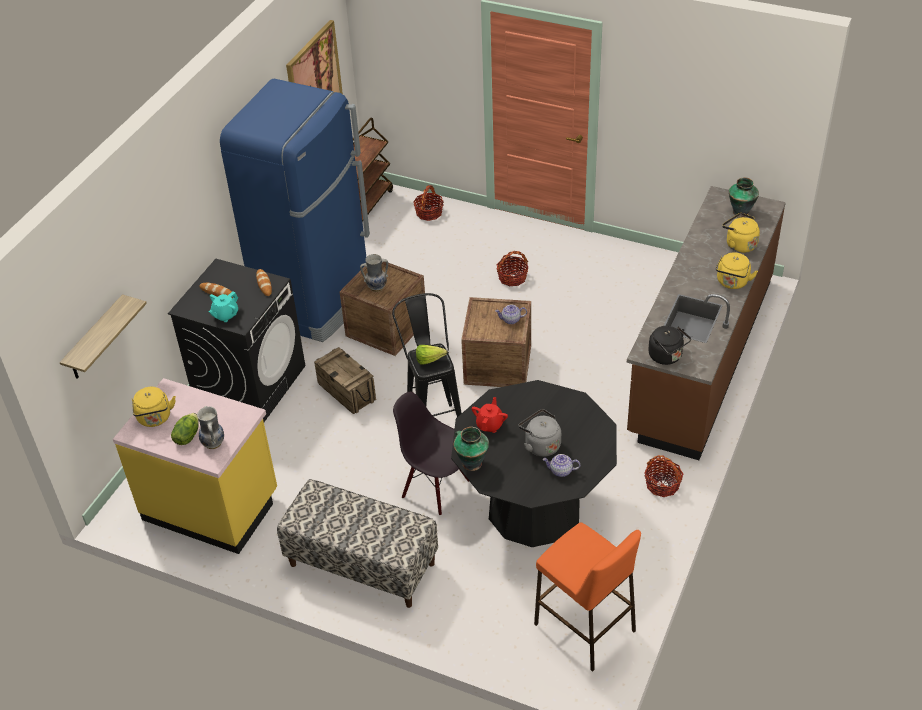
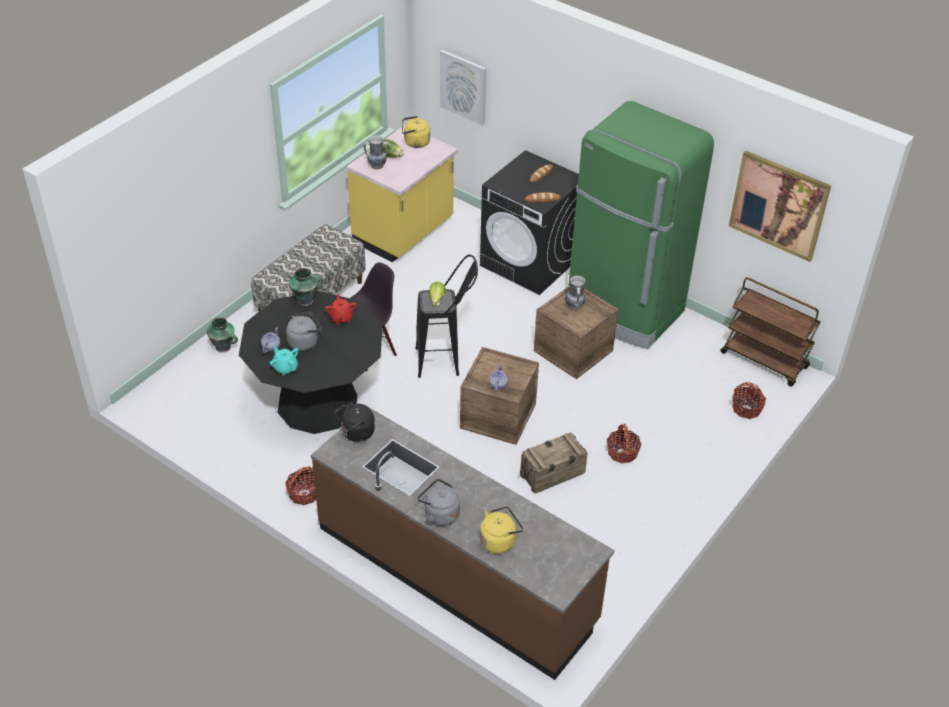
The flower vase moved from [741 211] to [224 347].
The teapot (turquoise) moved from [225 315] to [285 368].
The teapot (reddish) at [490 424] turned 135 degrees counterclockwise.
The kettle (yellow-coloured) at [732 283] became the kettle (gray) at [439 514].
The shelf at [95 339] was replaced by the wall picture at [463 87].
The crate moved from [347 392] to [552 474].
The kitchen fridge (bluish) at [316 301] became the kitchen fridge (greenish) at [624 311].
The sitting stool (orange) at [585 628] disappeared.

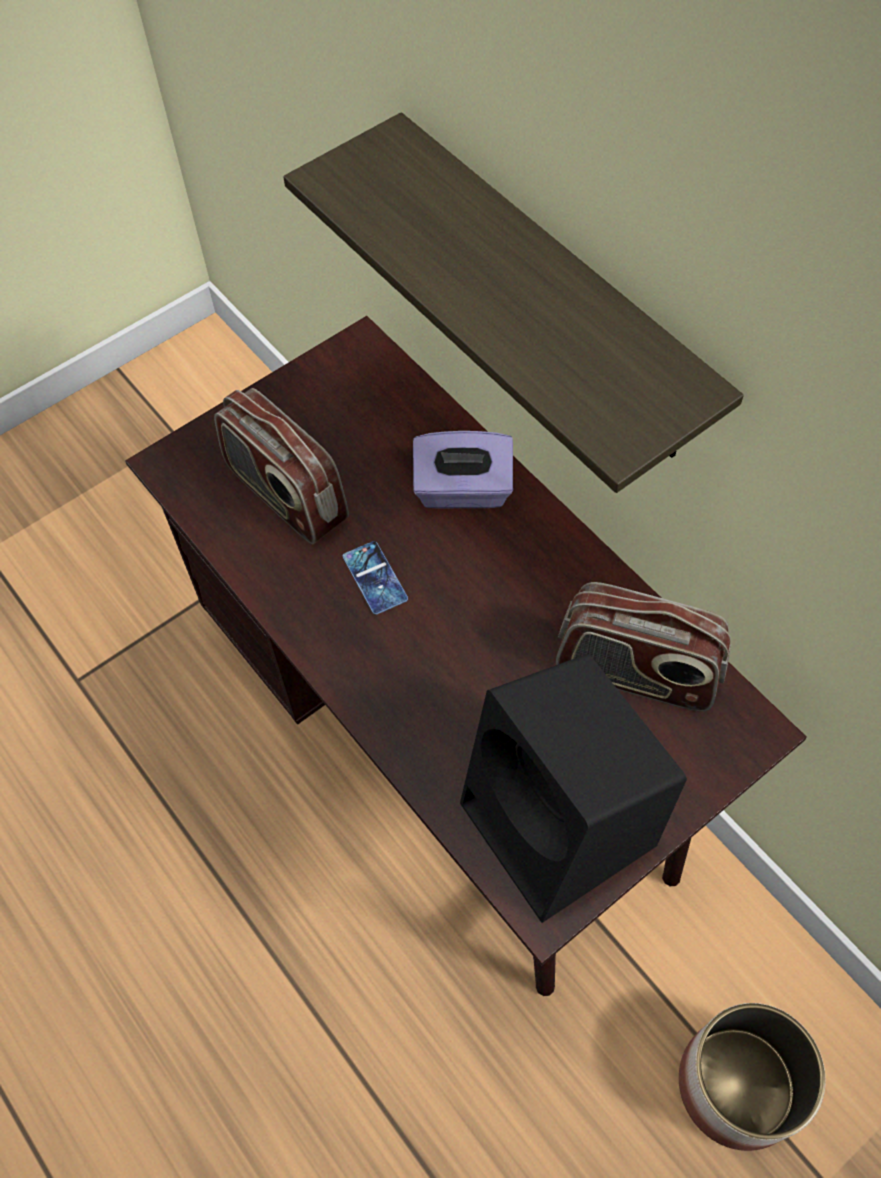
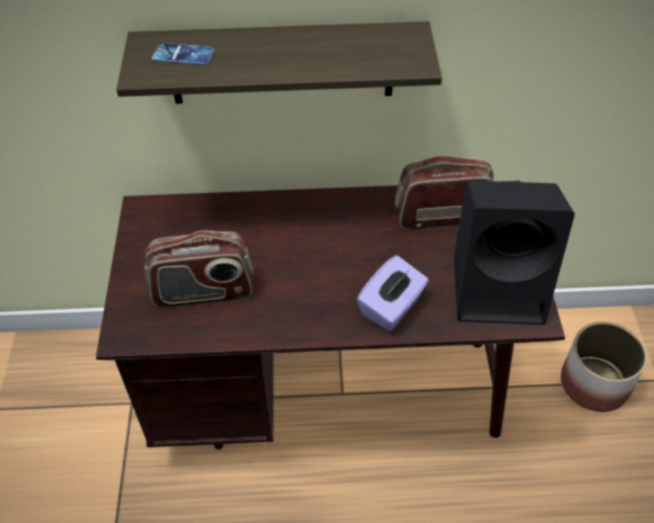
The handset moved from [375 578] to [183 54].
The box of tissues (purple-coloured) moved from [463 490] to [392 307].
The radio receiver at [635 673] turned 150 degrees counterclockwise.

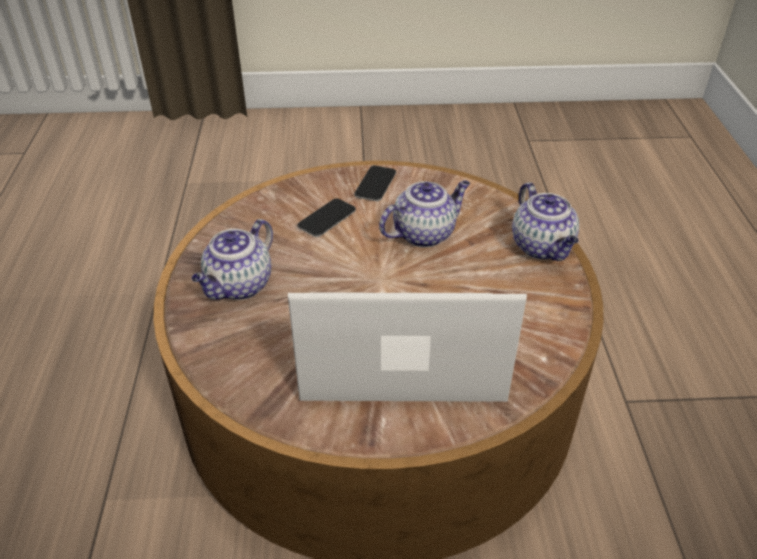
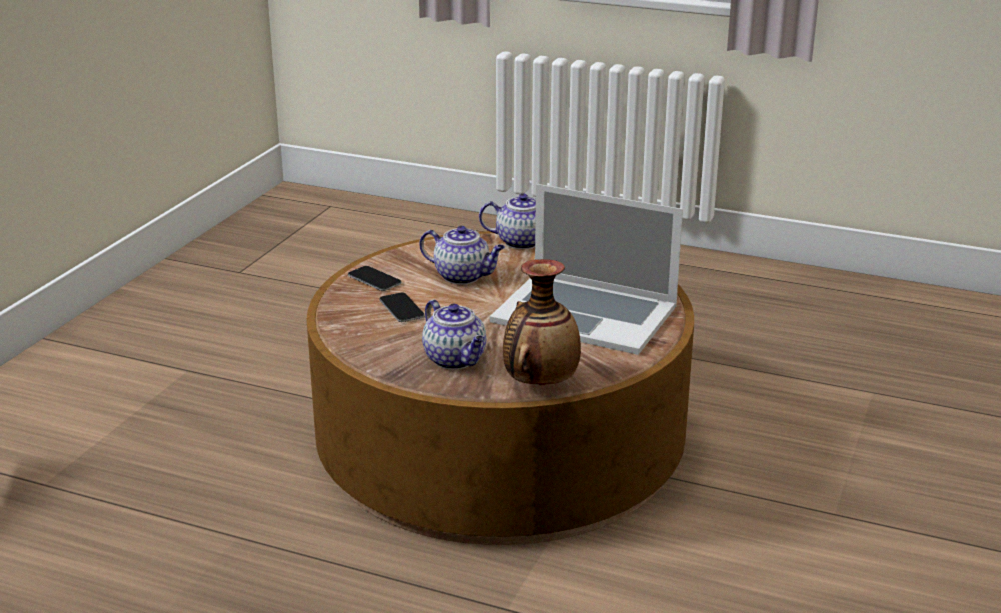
The teapot at [424 233] turned 120 degrees clockwise.
The notebook computer at [402 348] turned 90 degrees counterclockwise.
The flower vase at [540 383] appeared.

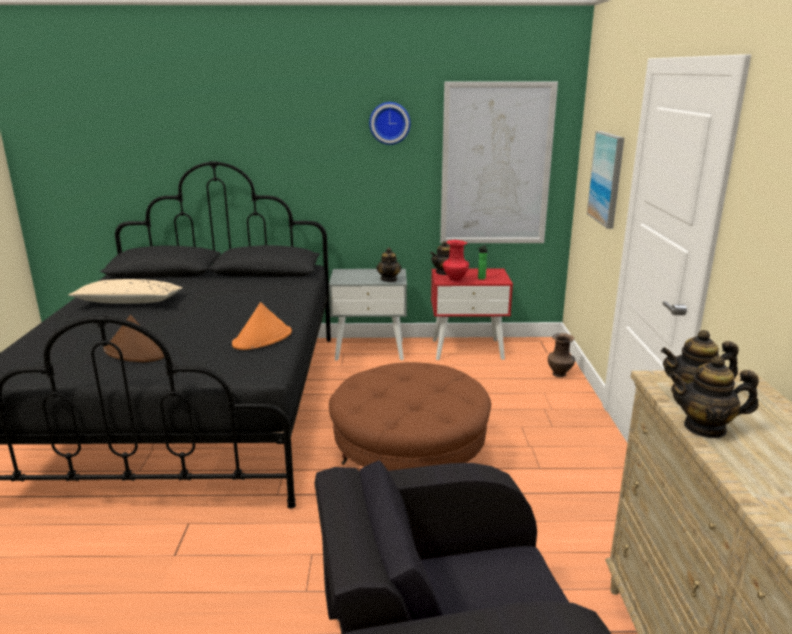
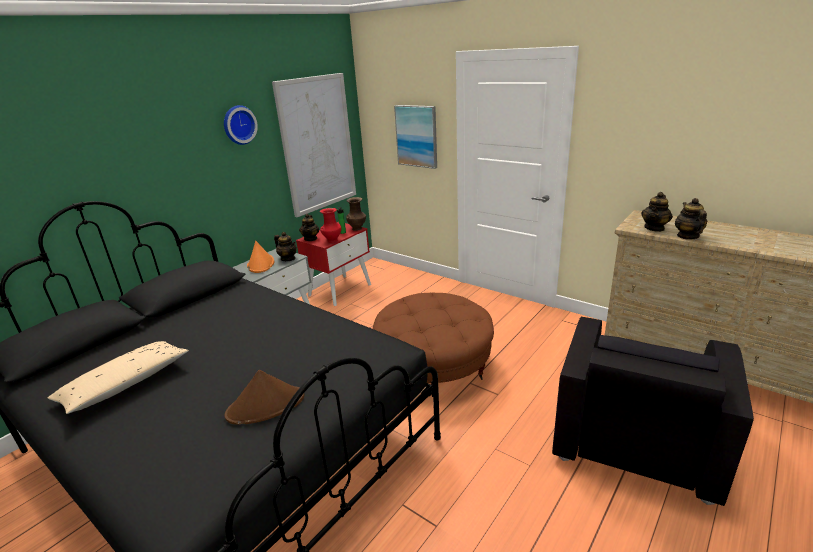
The wearable hat (orange) moved from [263 339] to [260 264].
The flower vase (brown) moved from [560 374] to [357 228].
The teapot at [705 428] turned 135 degrees clockwise.

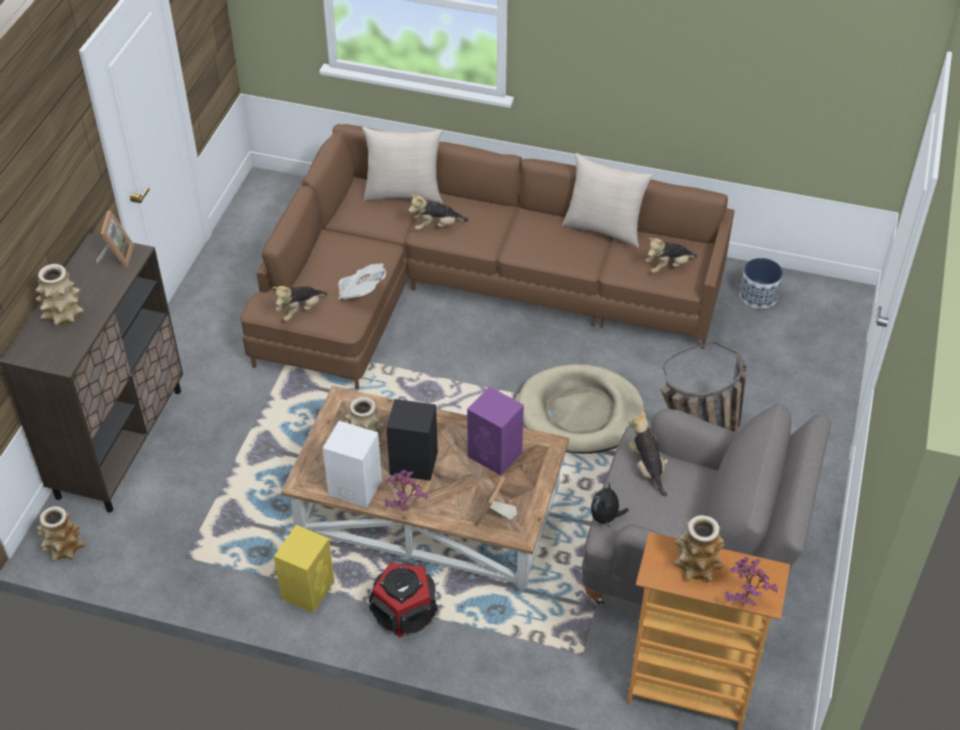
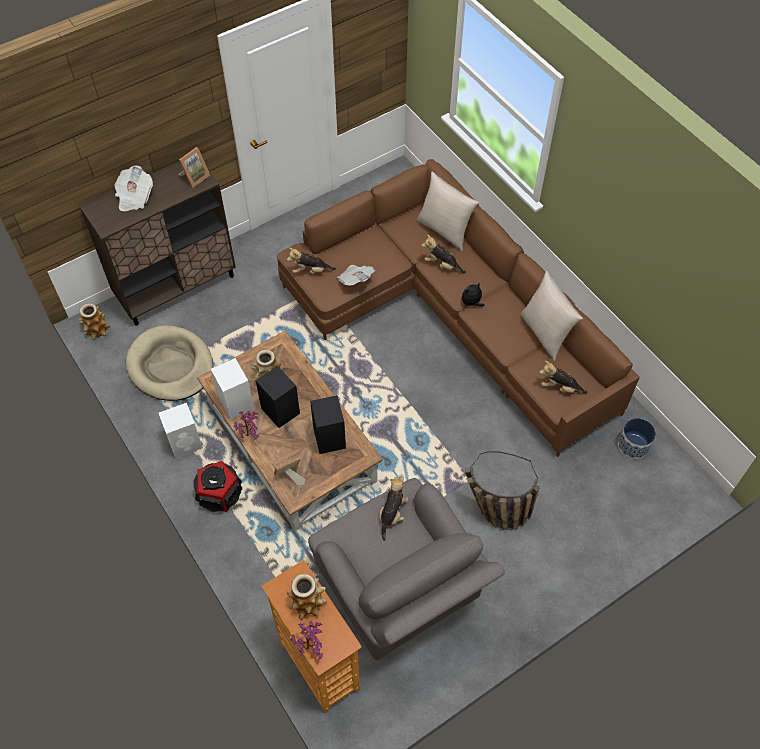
The flower vase at [63 314] was replaced by the printed paper at [134 197].
The dog bed (beige-coloured) moved from [580 413] to [170 366].
The speaker (yellow-coloured) at [308 589] became the speaker (whitish) at [186 442].
The speaker (purple-coloured) at [496 455] became the speaker (black-coloured) at [329 439].
The soft toy moved from [606 518] to [471 303].

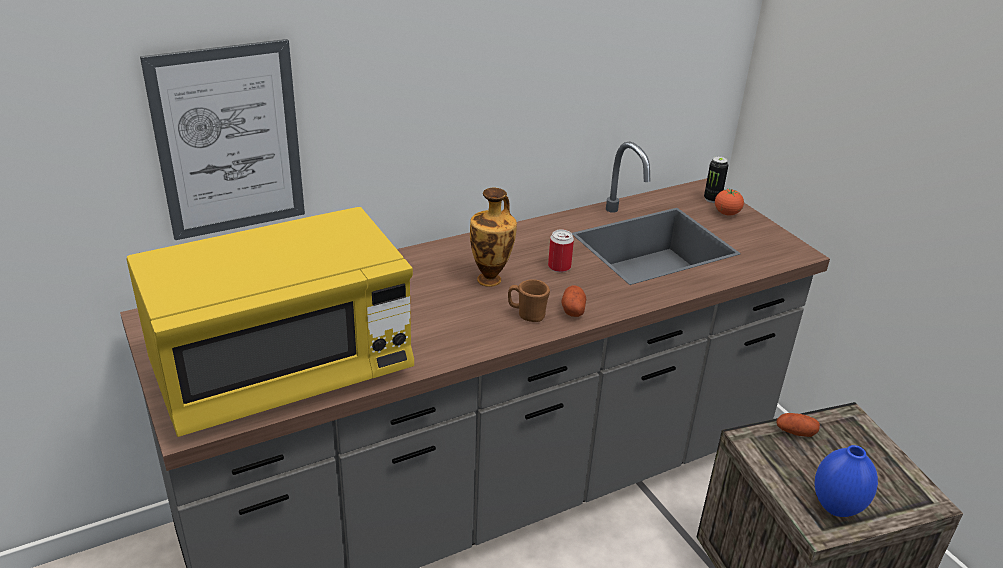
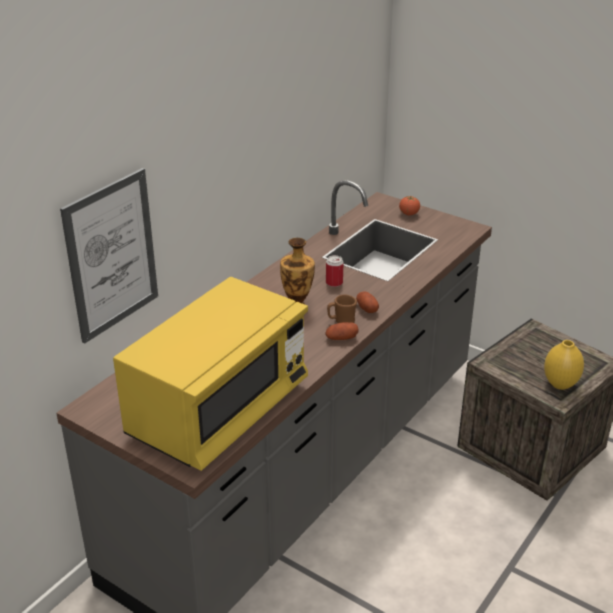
The whole potato moved from [795 432] to [341 338].
The flower vase (bluish) at [835 507] became the flower vase (yellow-coloured) at [559 384].
The metal can at [712 199] disappeared.

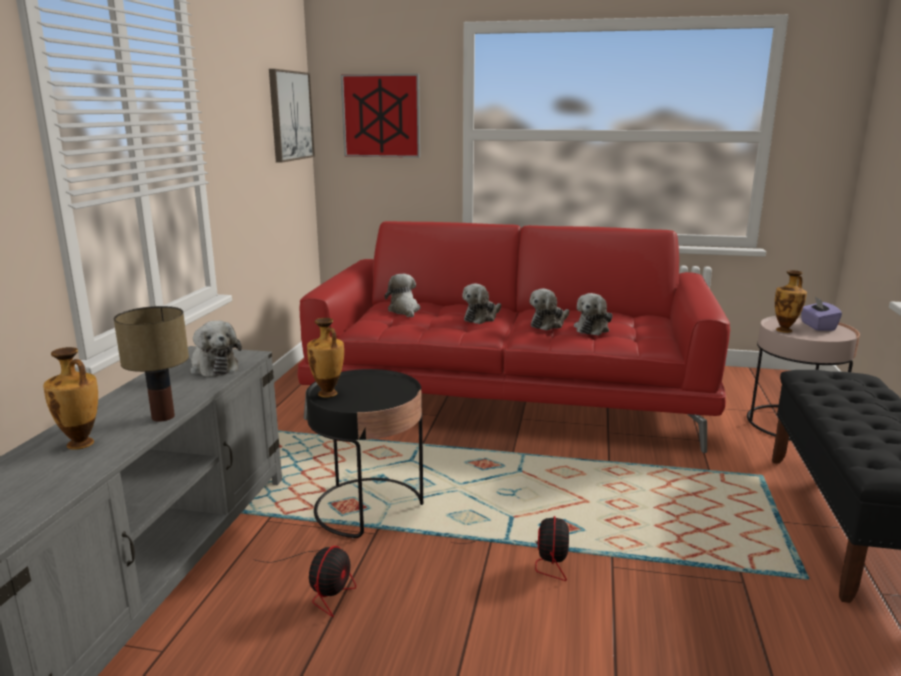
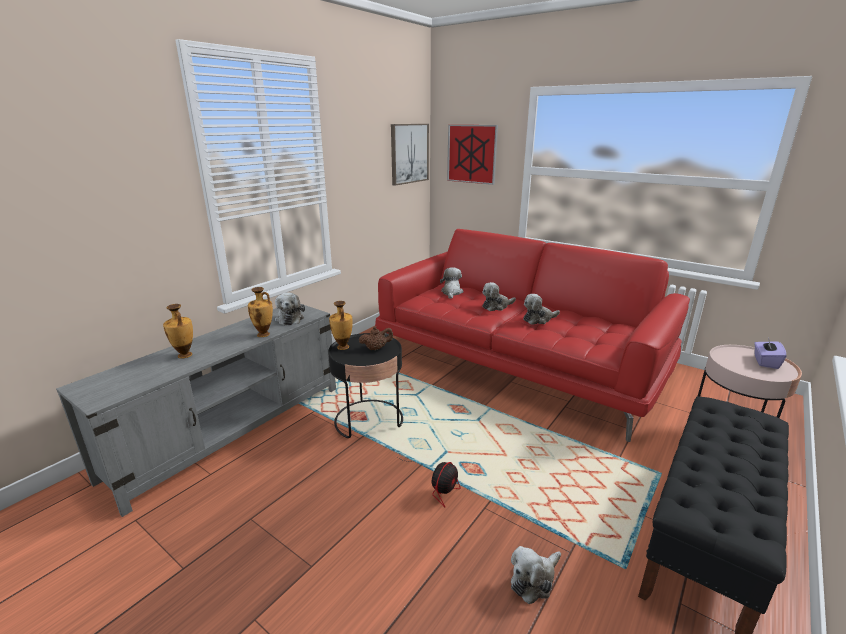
The flower vase moved from [785 330] to [264 334].
The teapot (brown) at [376 348] appeared.
The soft toy moved from [592 328] to [534 580].
The tabletop lamp at [164 417] disappeared.
The fan at [324 585] disappeared.

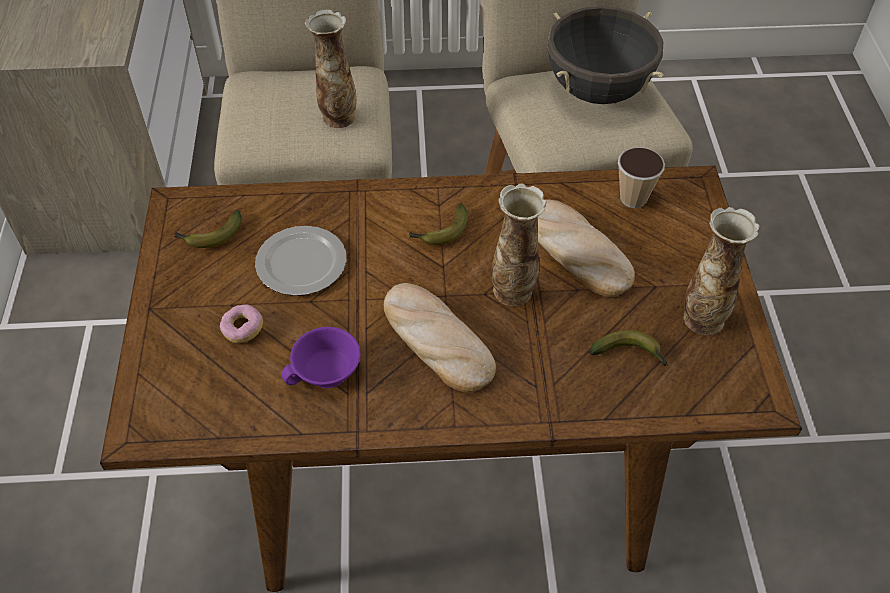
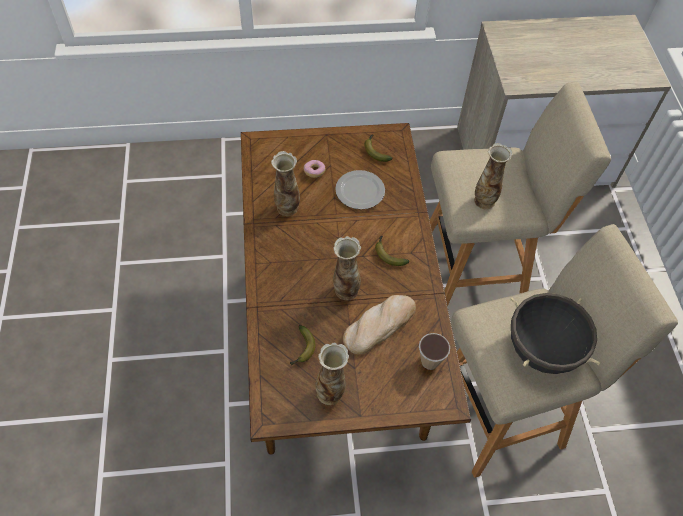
The cup (purple-coloured) at [326 374] was replaced by the flower vase at [287 208].
The bread at [436 340] disappeared.

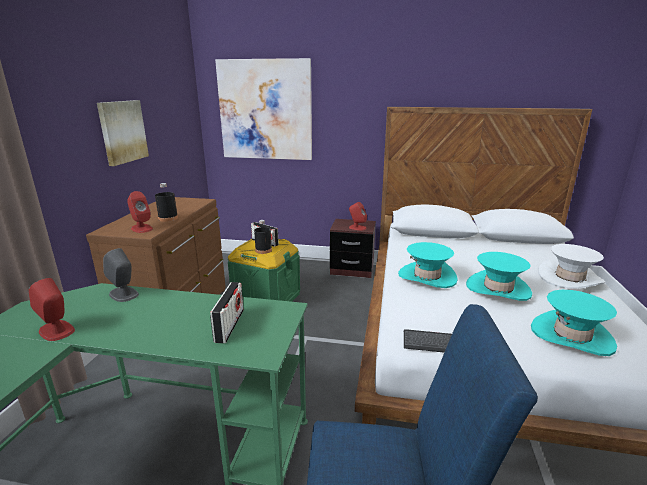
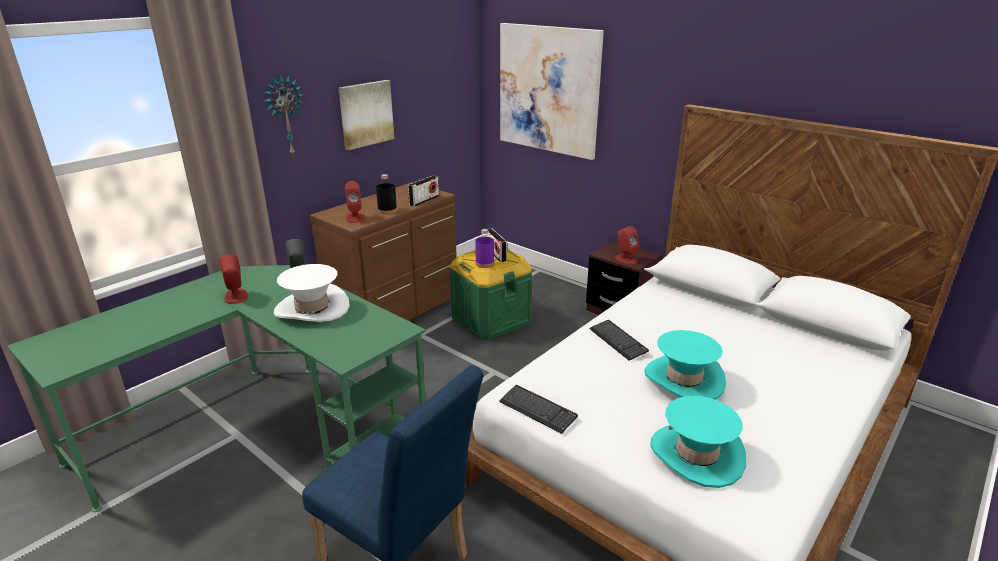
The clock on the wall at [285 116] appeared.
The wearable hat (whitish) moved from [569 278] to [312 308].
The radio receiver moved from [229 325] to [424 200].
The drink bottle (black-coloured) at [263 250] became the drink bottle (purple-coloured) at [484 263].
The wearable hat (turquoise) at [427 276] was replaced by the PC keyboard at [618 341].

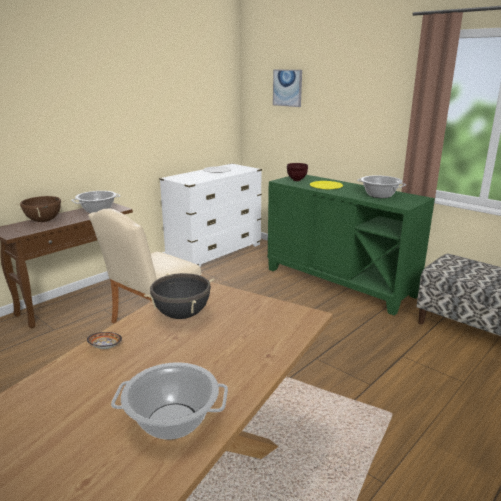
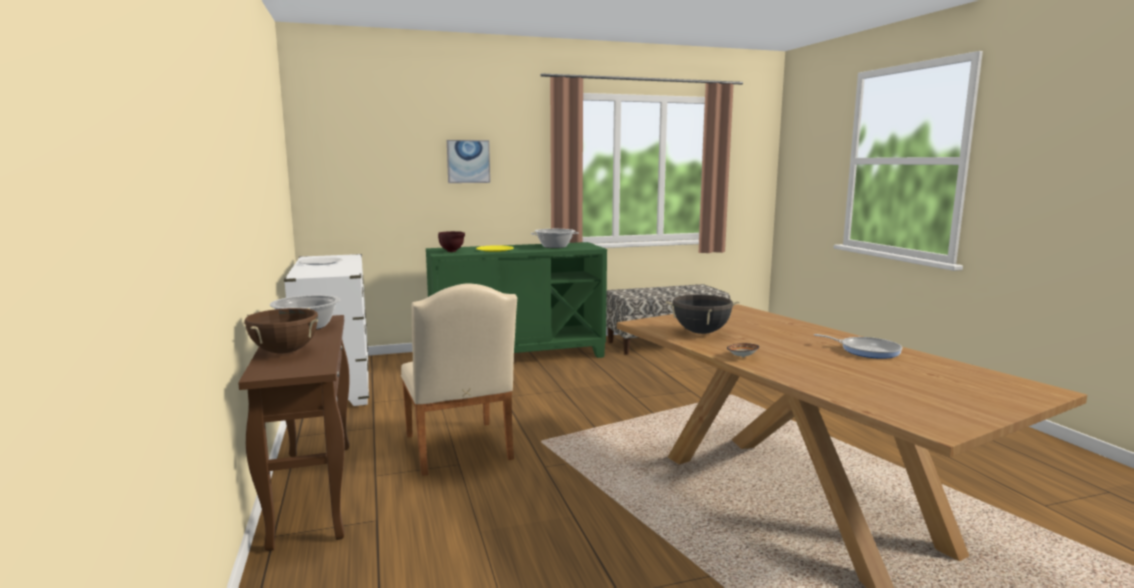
The wall picture moved from [287 88] to [468 161].
The stockpot at [173 421] was replaced by the skillet at [866 350].

